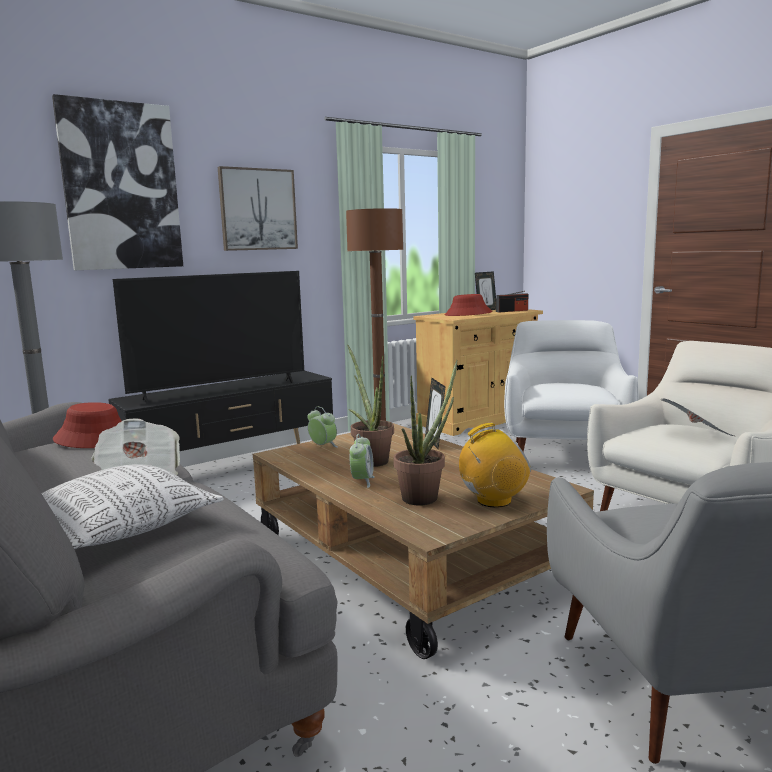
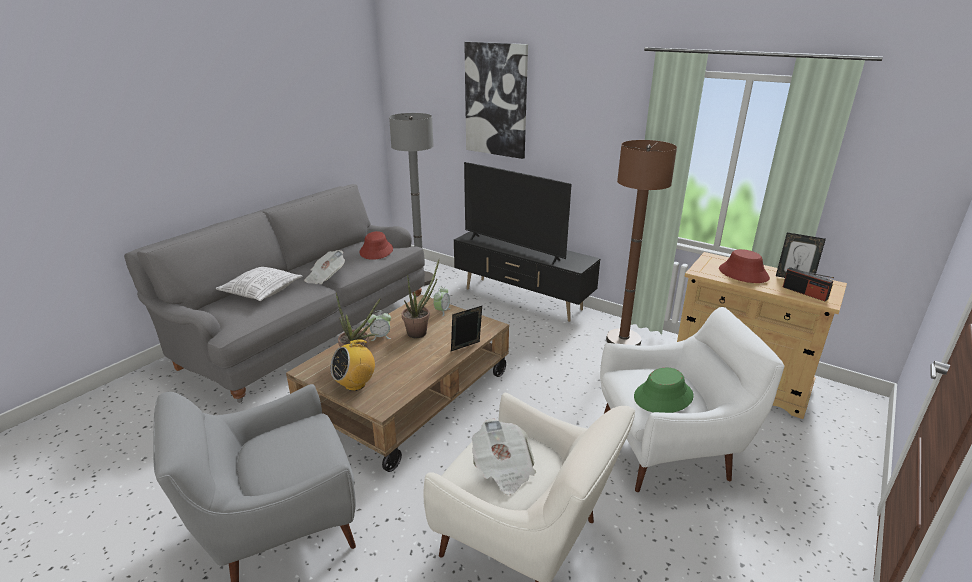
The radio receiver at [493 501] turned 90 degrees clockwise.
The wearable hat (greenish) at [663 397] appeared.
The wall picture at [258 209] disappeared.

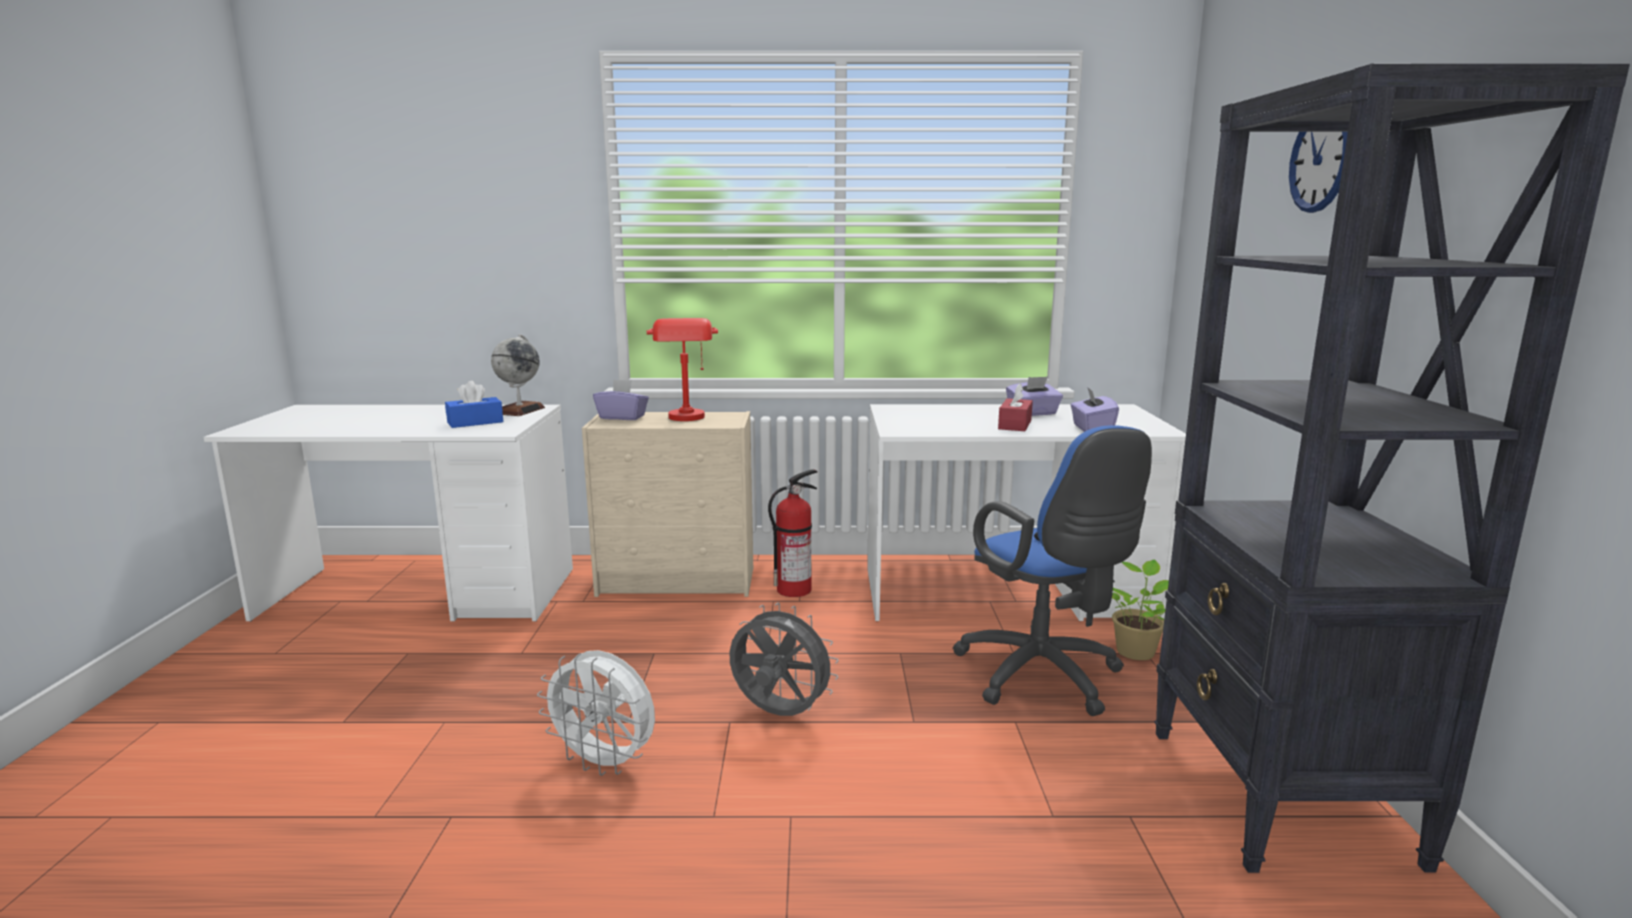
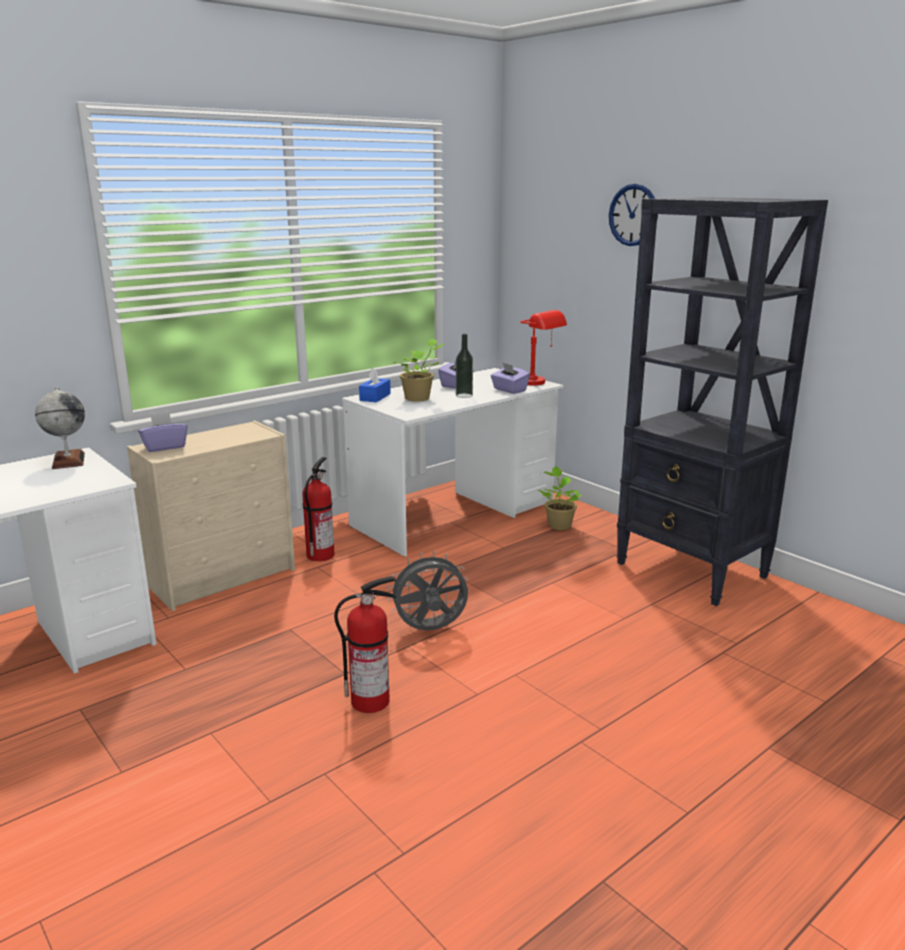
The fan (whitish) at [605 763] was replaced by the fire extinguisher at [371 700].
The box of tissues (bluish) moved from [475 422] to [375 397].
The houseplant at [419 398] appeared.
The box of tissues (reddish) at [1015 425] was replaced by the drink bottle at [464 395].
The tabletop lamp (reddish) moved from [687 420] to [540 383].
The office chair (bluish) at [1044 678] disappeared.

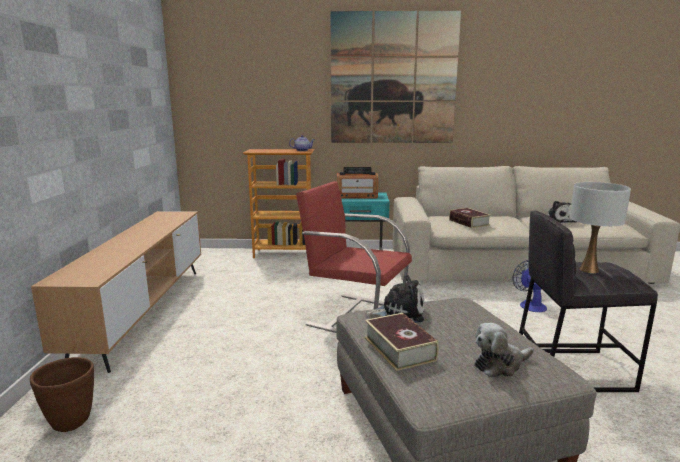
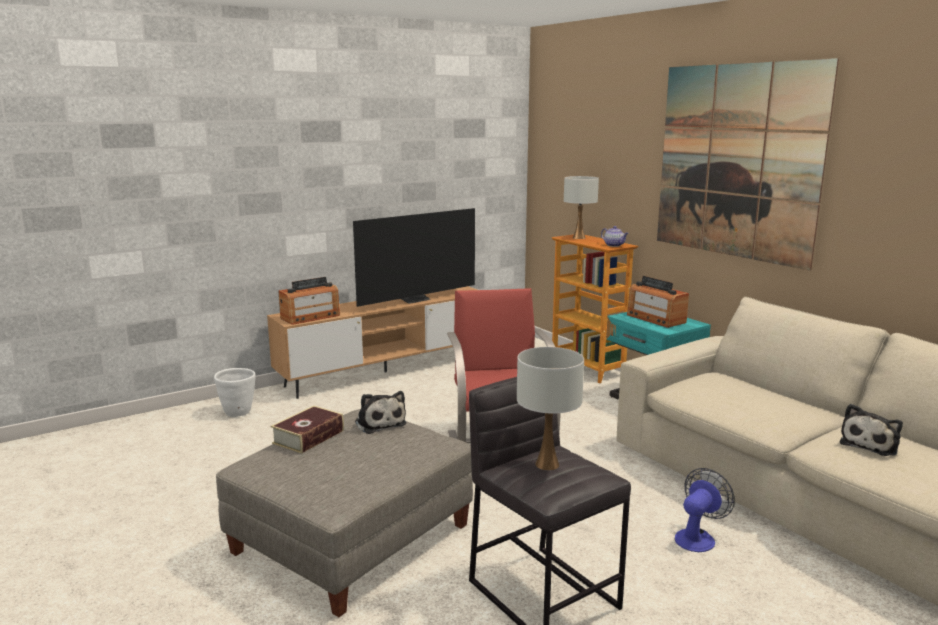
The plant pot (brown) at [71 421] became the plant pot (whitish) at [238 413].
The radio receiver at [310 317] appeared.
The TV set at [415 299] appeared.
The tabletop lamp (whitish) at [578 237] appeared.
The book at [469 222] disappeared.
The soft toy at [500 365] disappeared.

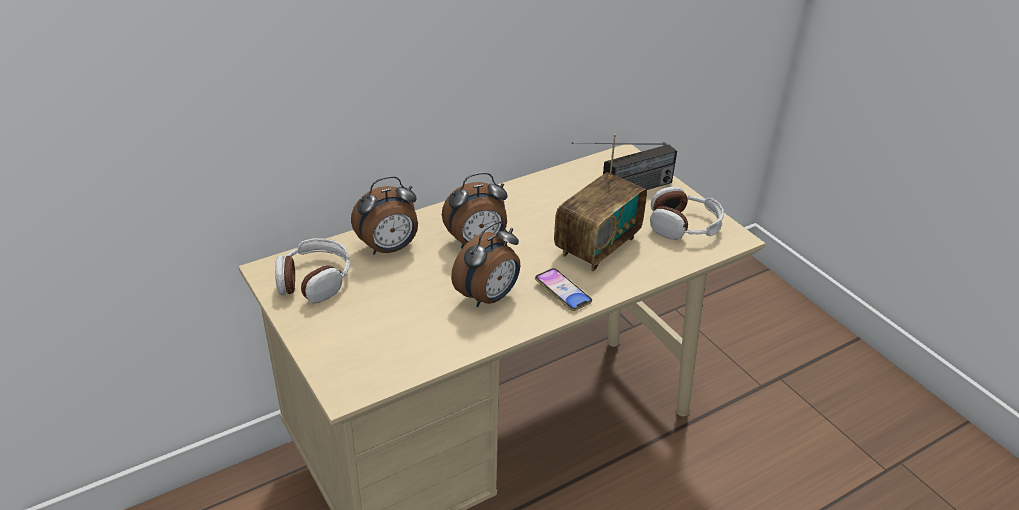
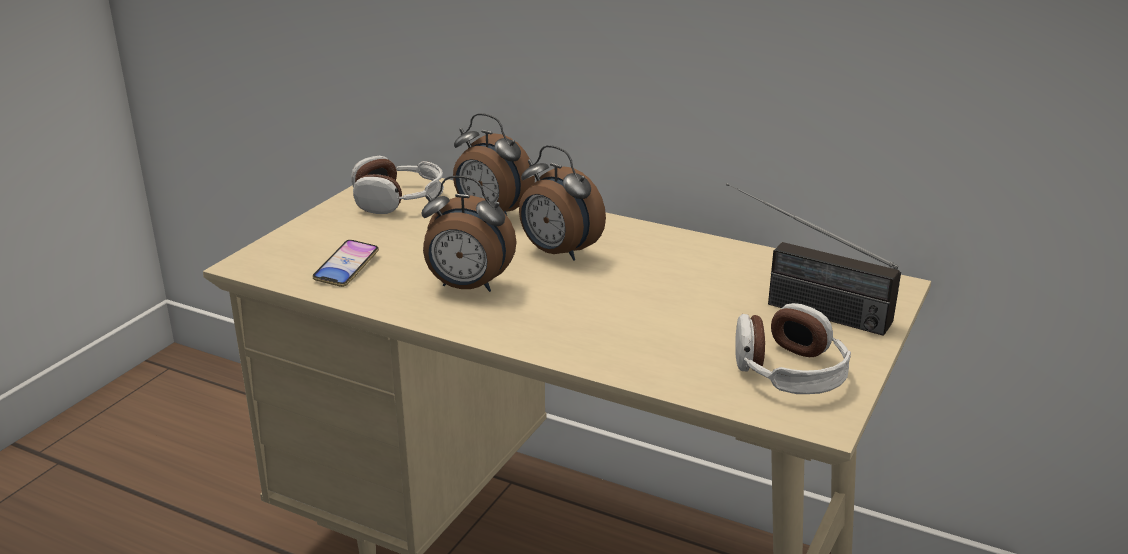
The handset moved from [563 293] to [346 268].
The radio receiver at [597 246] disappeared.

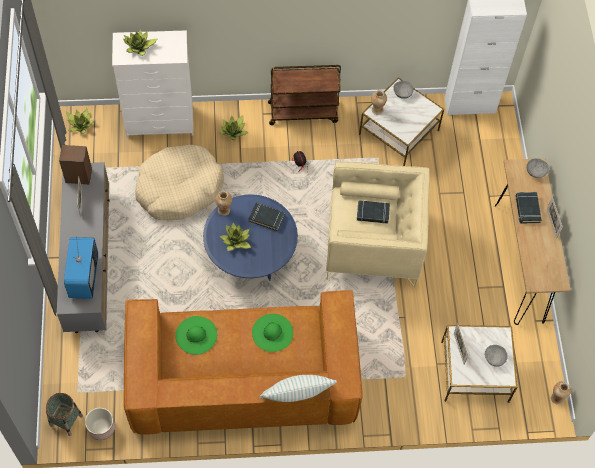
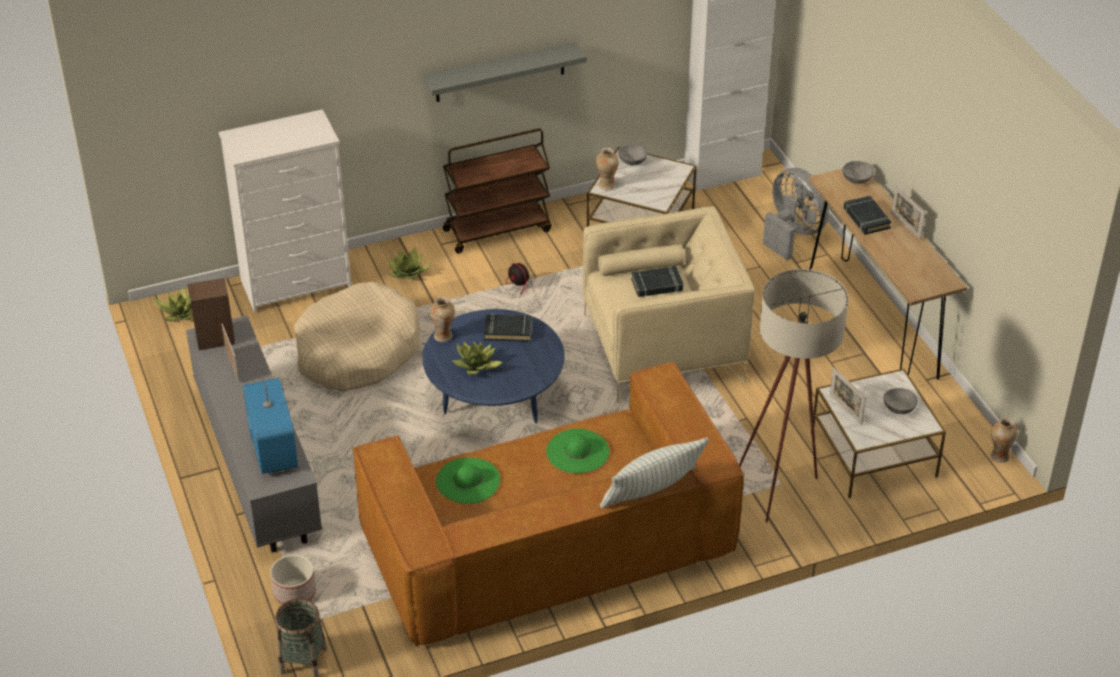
The plant pot moved from [101 428] to [294 593].
The shelf (gray) at [500 72] appeared.
The floor lamp (beige-coloured) at [783 488] appeared.
The fan (gray) at [792 234] appeared.
The houseplant at [139 47] disappeared.

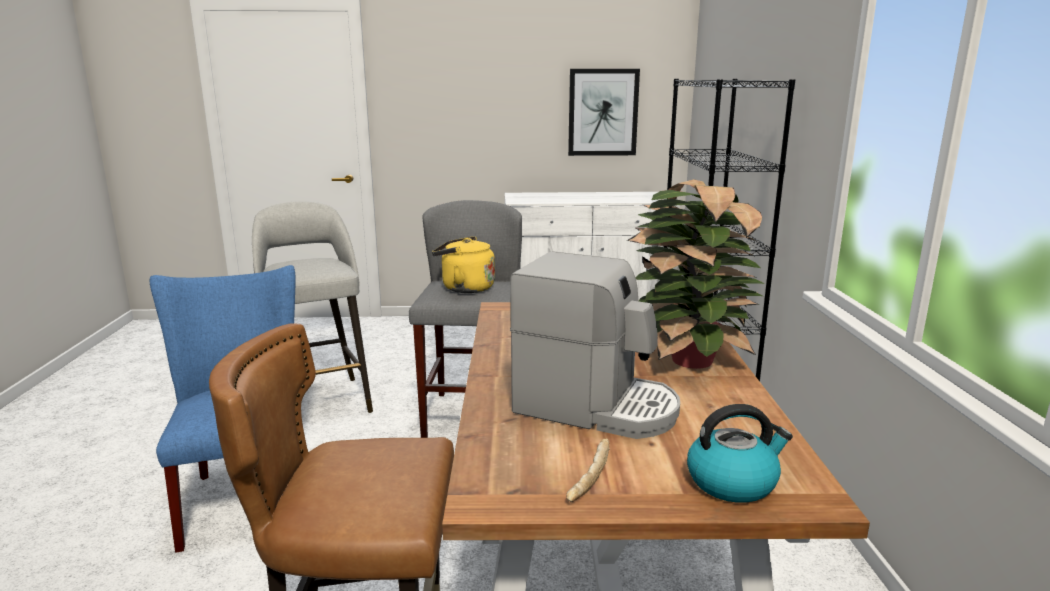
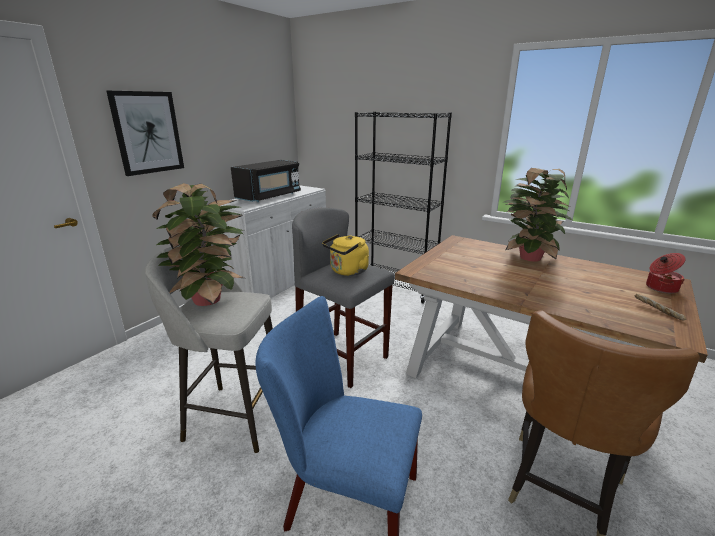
The wall picture moved from [603 112] to [147 133].
The houseplant at [210 299] appeared.
The microwave oven (black-coloured) at [270 197] appeared.
The kettle at [732 482] was replaced by the stockpot at [660 288].
The coffee maker at [596 407] disappeared.

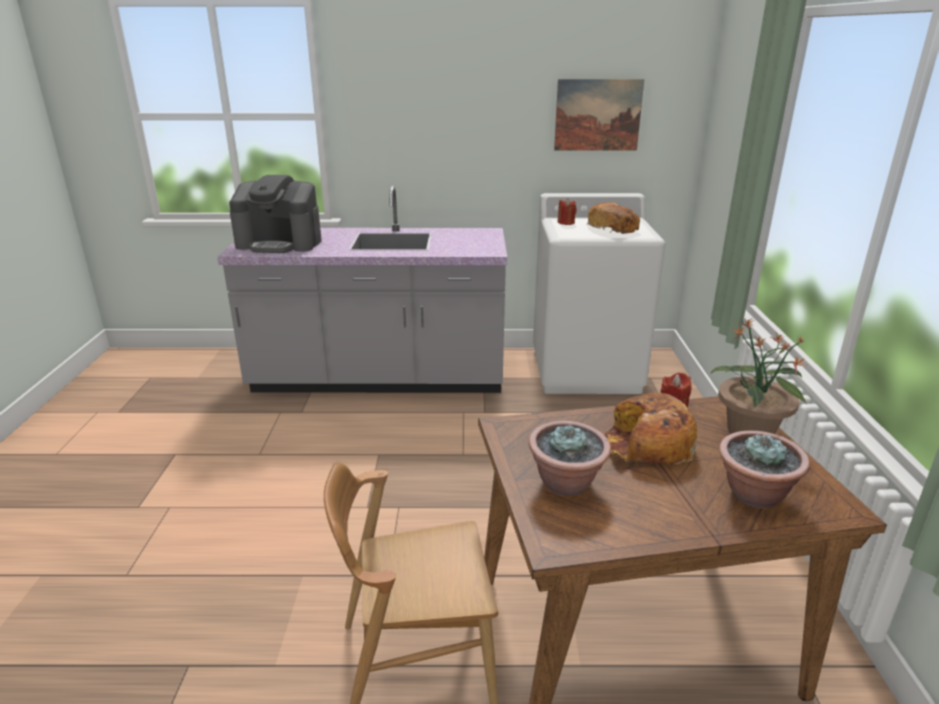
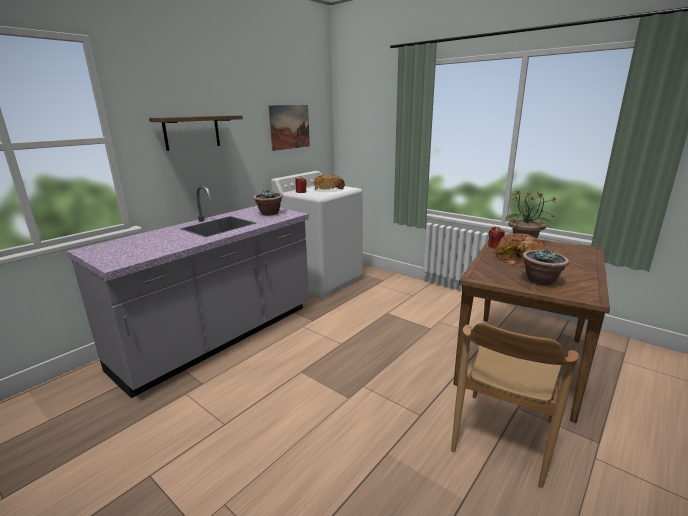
The shelf at [192 132] appeared.
The houseplant moved from [754 495] to [269 213].
The coffee maker at [280 243] disappeared.

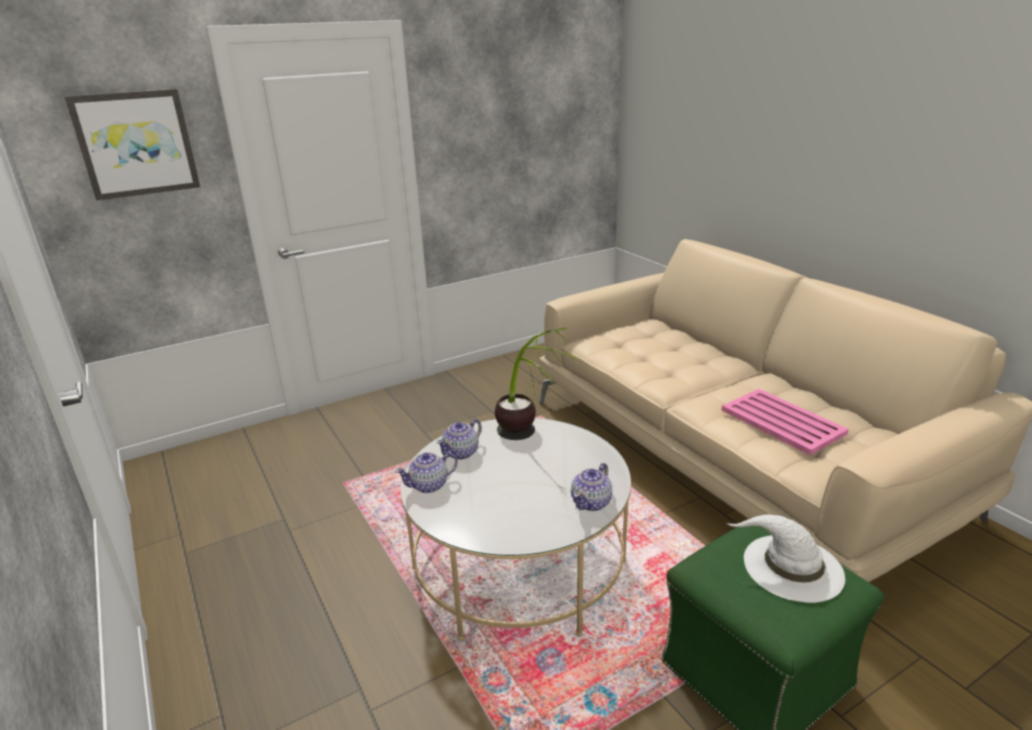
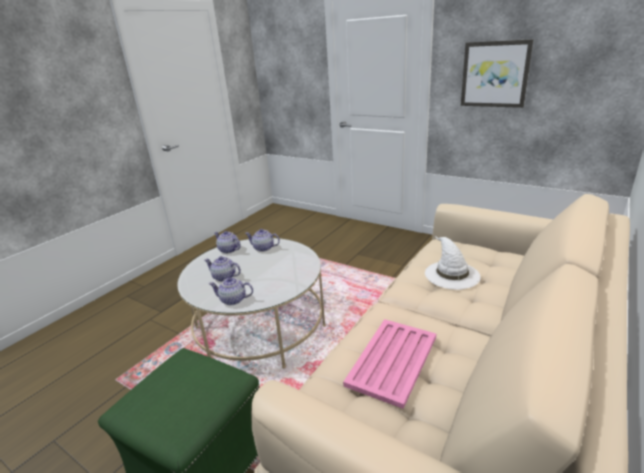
The teapot at [224 277] appeared.
The wearable hat (whitish) moved from [791 567] to [451 274].
The wall picture moved from [136 144] to [495 74].
The houseplant at [530 440] disappeared.

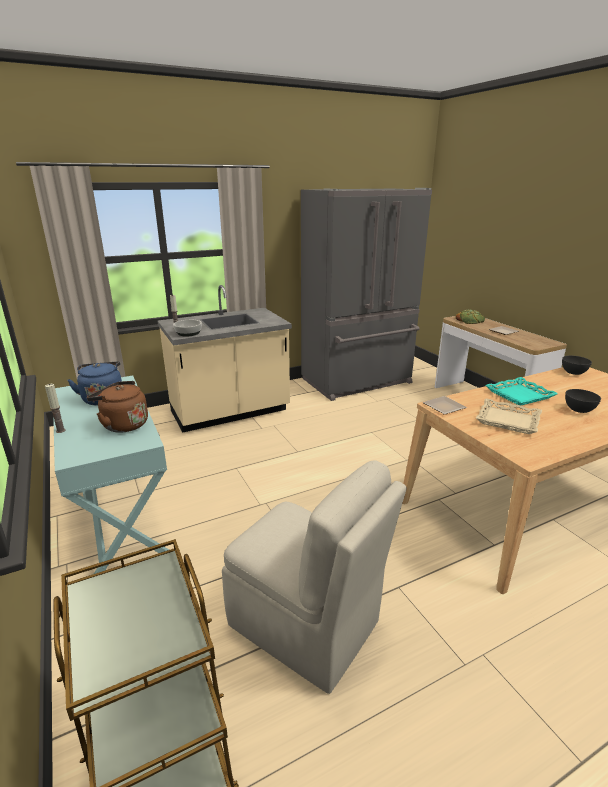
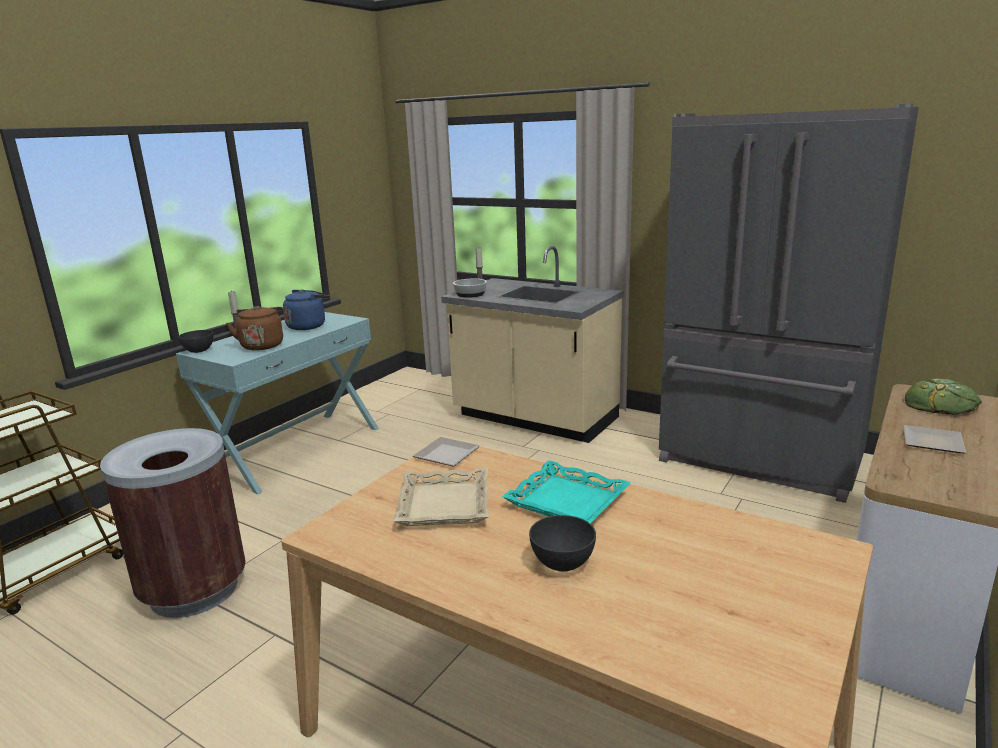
The plain chair (beige-coloured) at [307 625] was replaced by the waste bin (brown) at [194 590].
The bowl (gray) moved from [573 373] to [199 351].

